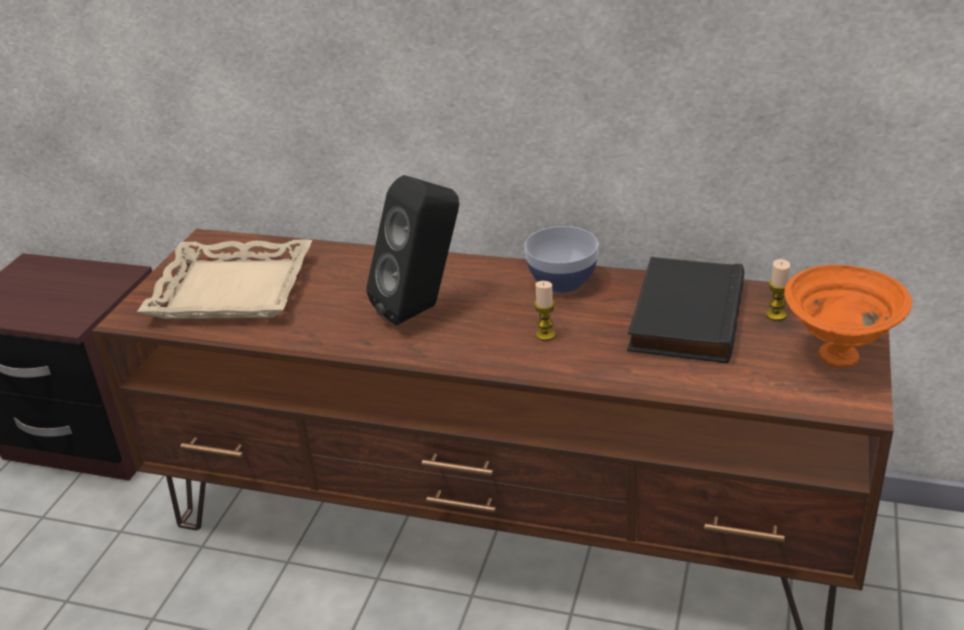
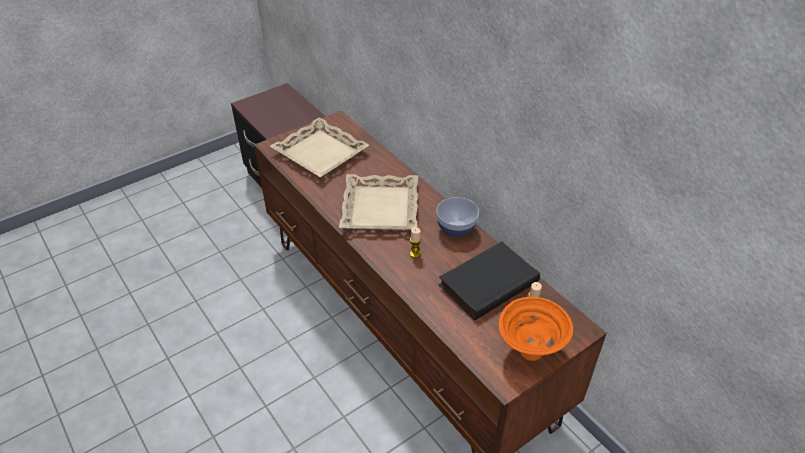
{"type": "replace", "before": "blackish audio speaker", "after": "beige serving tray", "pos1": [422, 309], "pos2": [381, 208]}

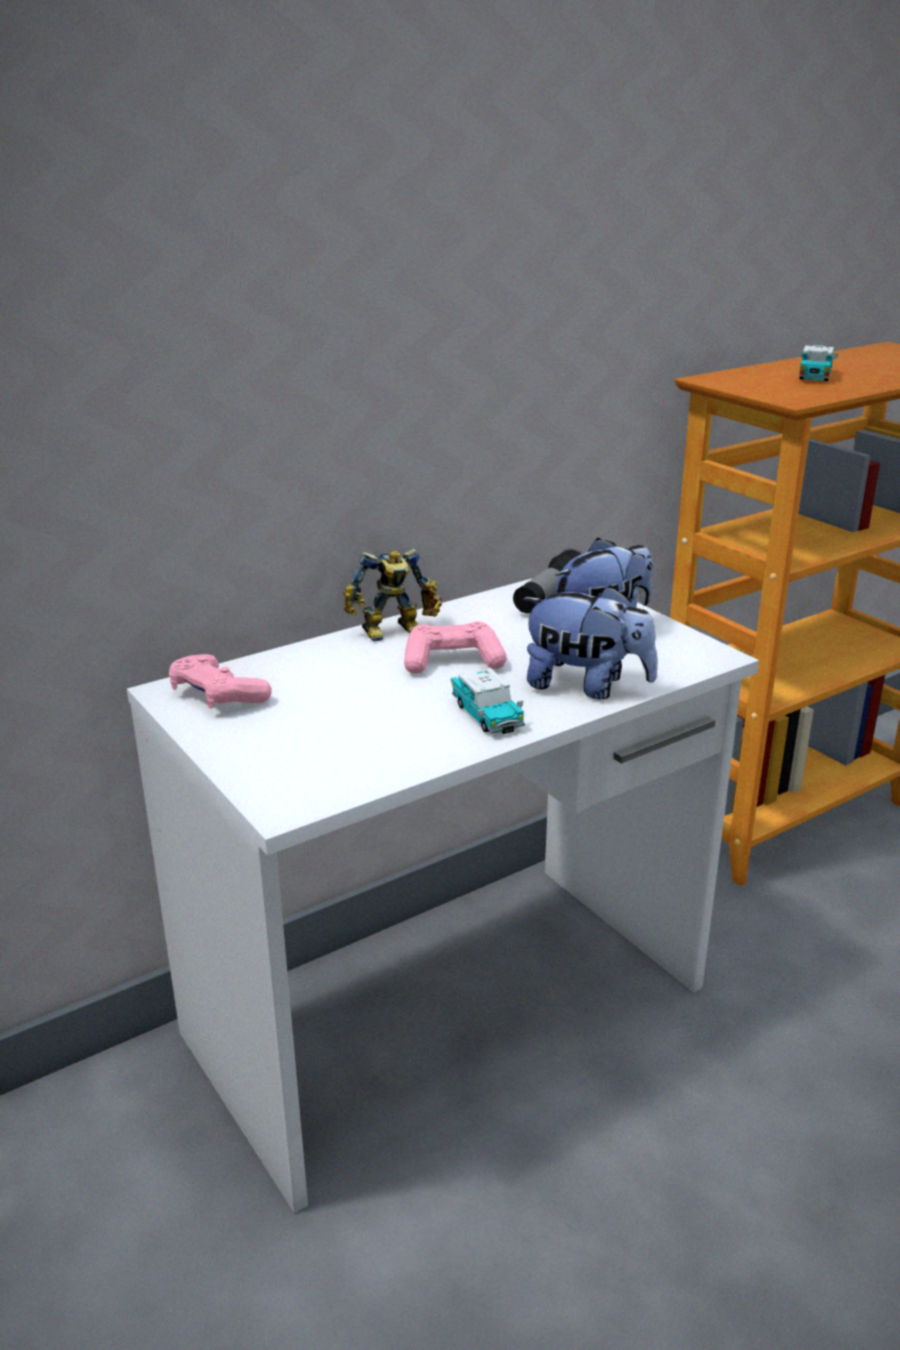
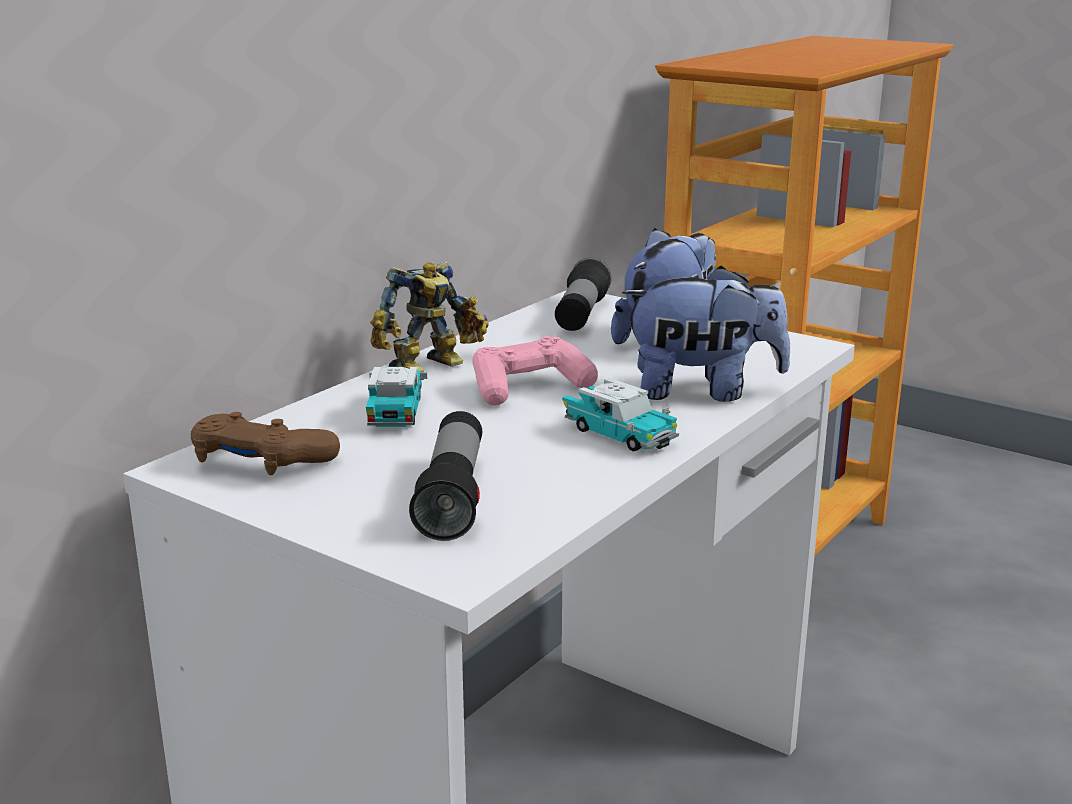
{"type": "insert", "after": "flashlight", "pos2": [453, 496]}
{"type": "move", "before": "toy car", "pos1": [815, 376], "pos2": [396, 412]}
{"type": "recolor", "before": "pink-coloured game controller", "after": "brown-coloured game controller", "pos1": [217, 695], "pos2": [261, 462]}

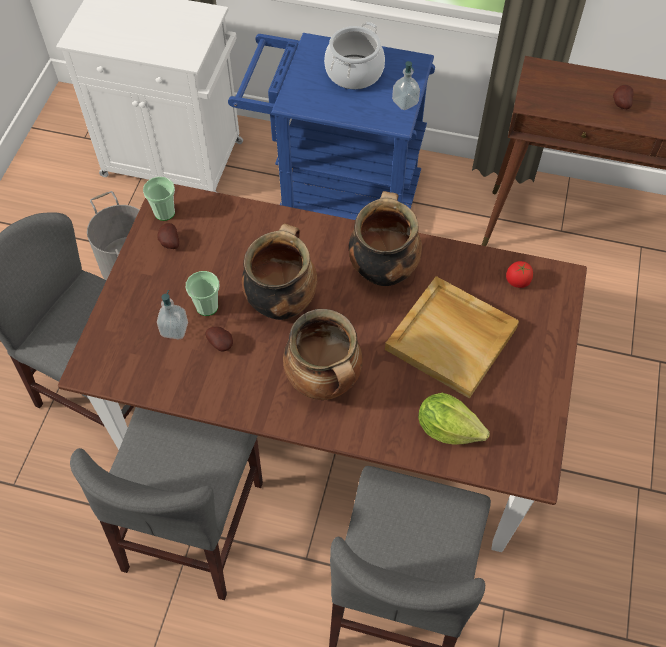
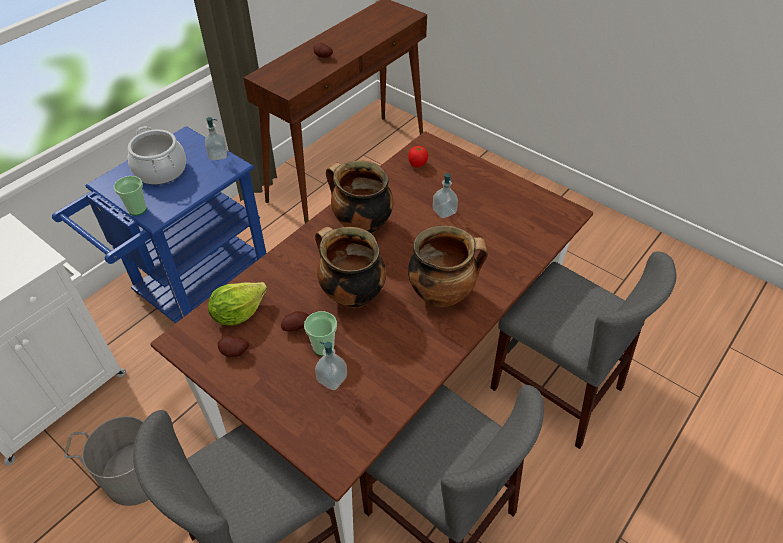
{"type": "move", "before": "drinking cup", "pos1": [164, 212], "pos2": [137, 209]}
{"type": "move", "before": "whole potato", "pos1": [221, 343], "pos2": [296, 326]}
{"type": "move", "before": "head of lettuce", "pos1": [447, 428], "pos2": [238, 313]}
{"type": "replace", "before": "beige serving tray", "after": "soap bottle", "pos1": [452, 338], "pos2": [444, 211]}

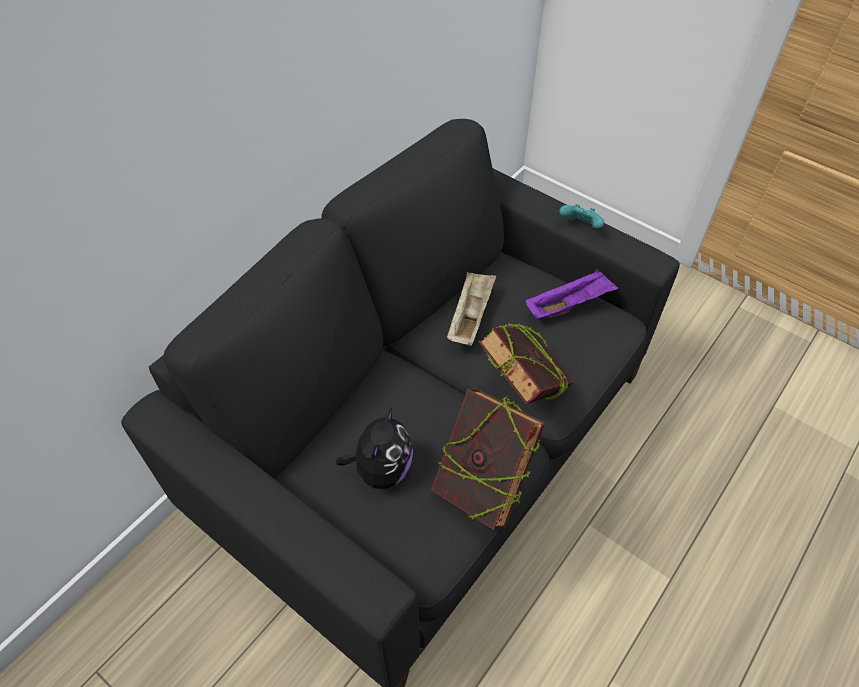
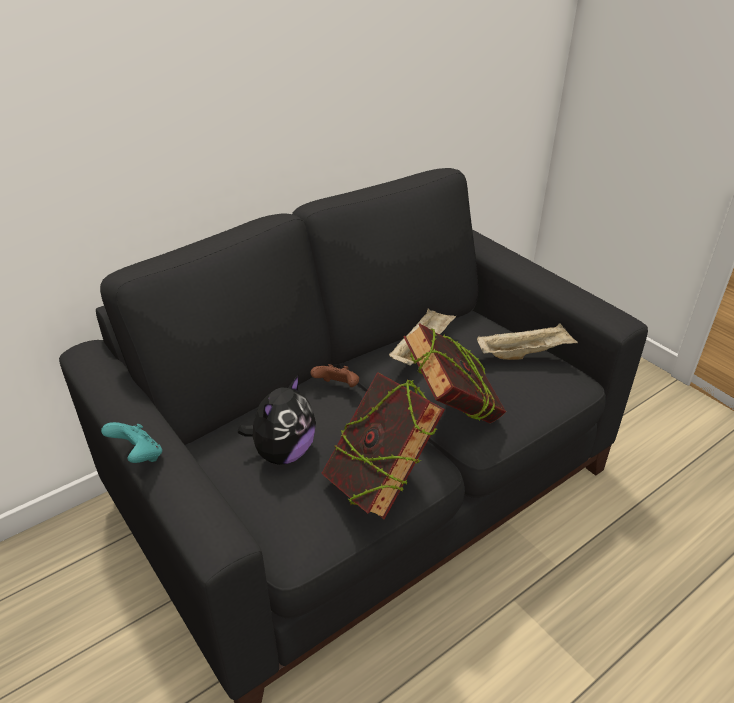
{"type": "insert", "after": "brown-coloured game controller", "pos2": [337, 387]}
{"type": "move", "before": "turquoise game controller", "pos1": [581, 227], "pos2": [138, 456]}
{"type": "recolor", "before": "purple-coloured serving tray", "after": "beige serving tray", "pos1": [569, 305], "pos2": [524, 353]}

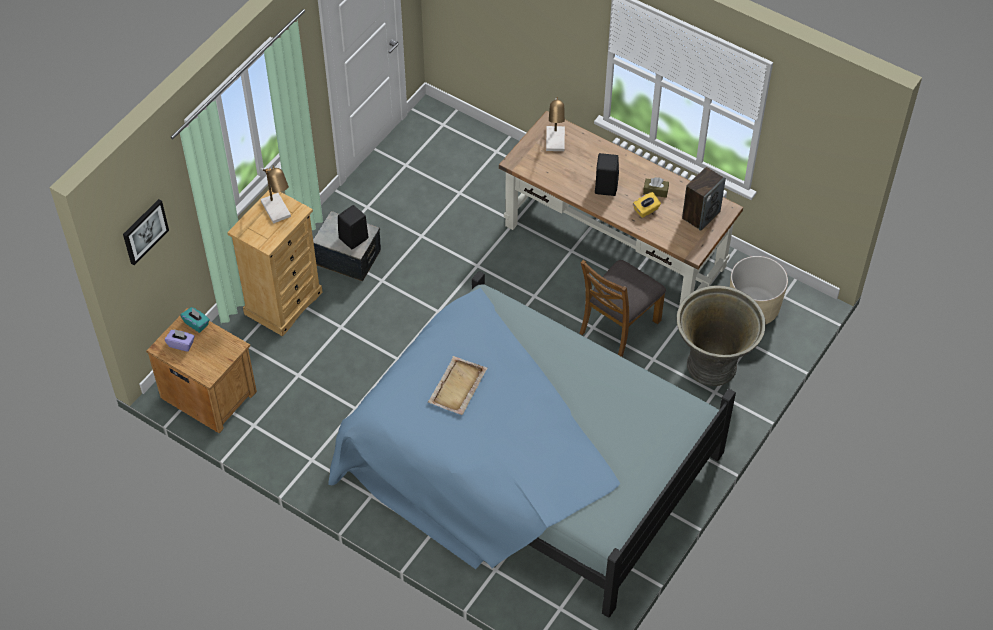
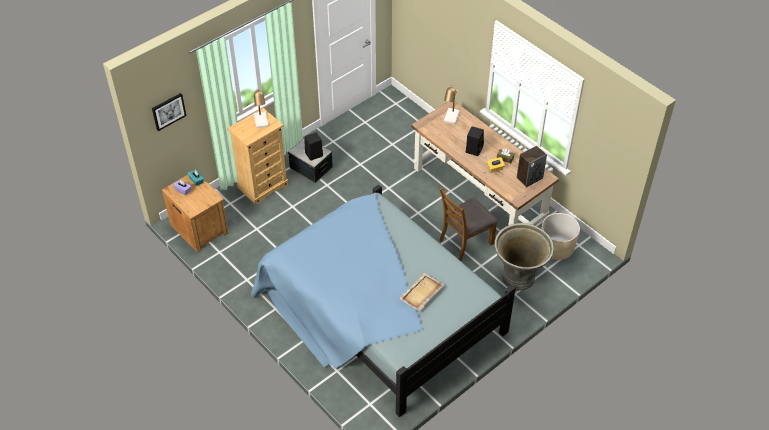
{"type": "move", "before": "beige serving tray", "pos1": [457, 387], "pos2": [421, 293]}

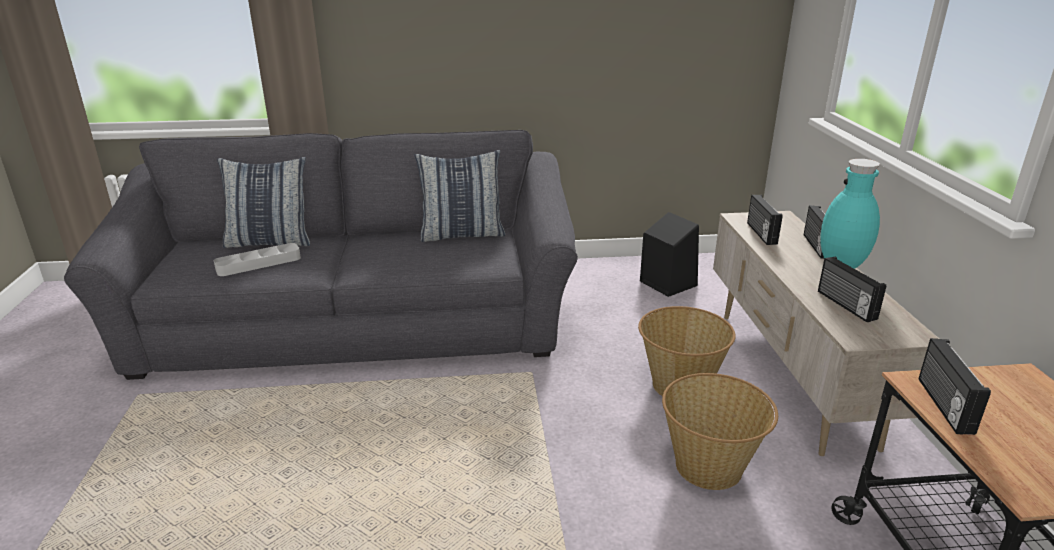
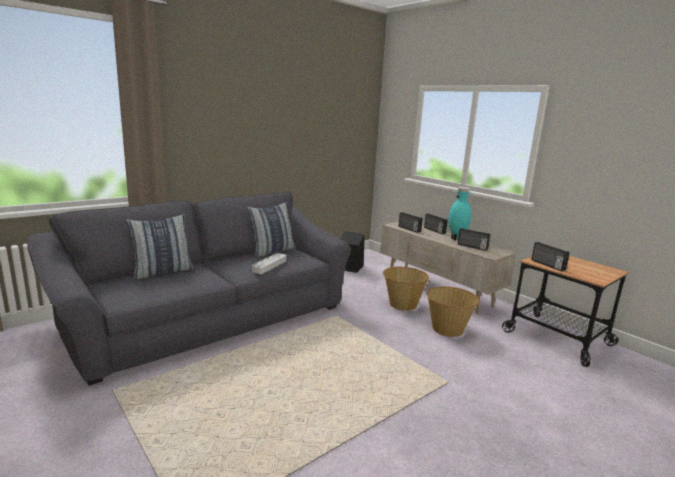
{"type": "move", "before": "greyish serving tray", "pos1": [259, 263], "pos2": [269, 266]}

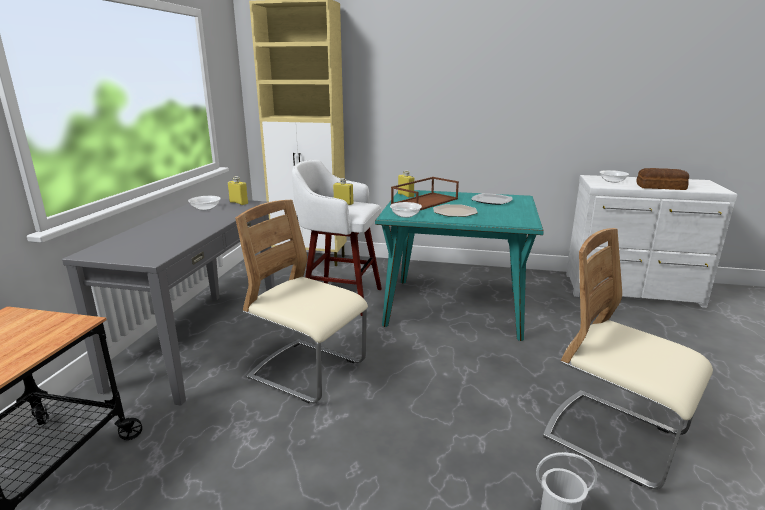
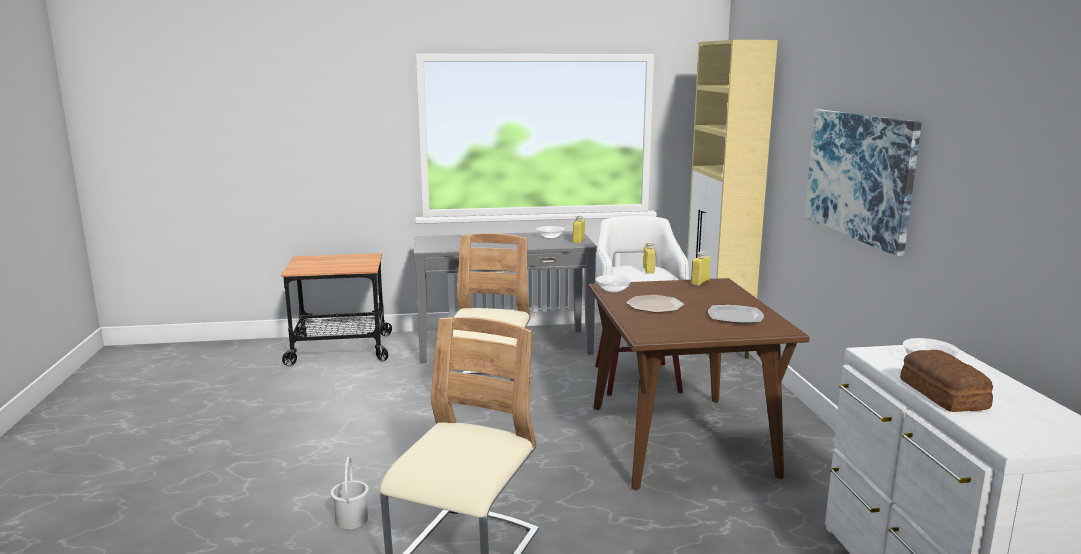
{"type": "delete", "before": "brown-coloured serving tray", "pos1": [425, 201]}
{"type": "insert", "after": "wall art", "pos2": [859, 176]}
{"type": "recolor", "before": "turquoise dinner table", "after": "brown-coloured dinner table", "pos1": [454, 307], "pos2": [679, 439]}

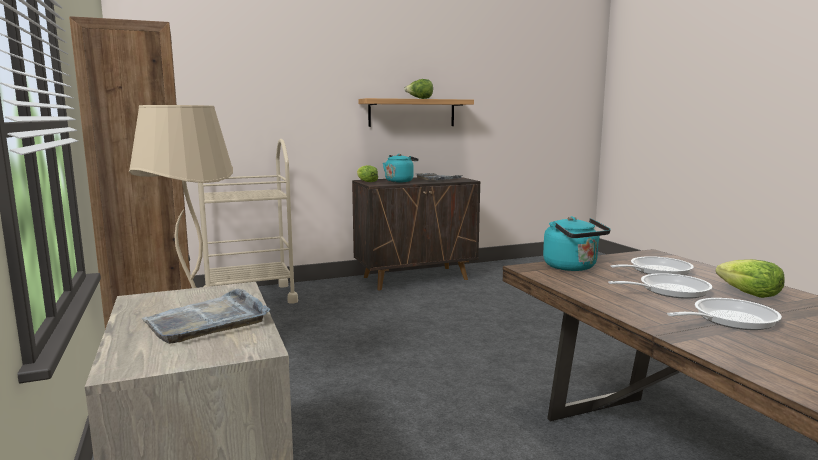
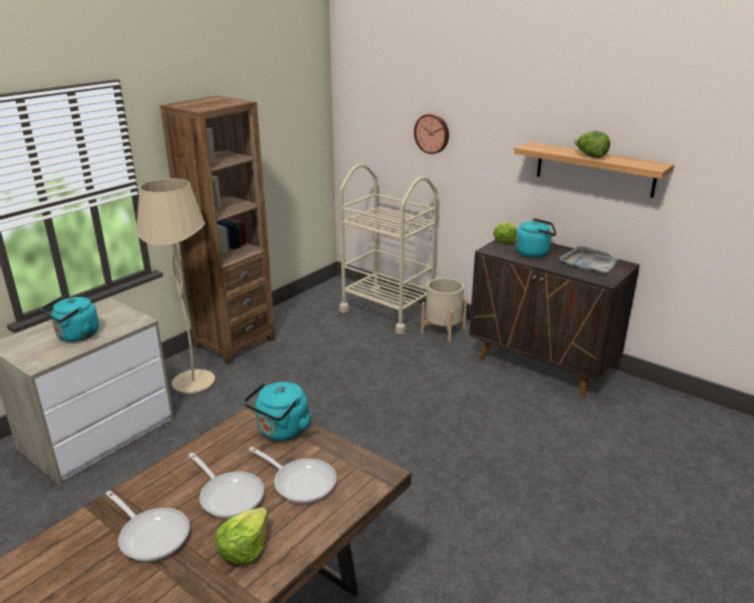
{"type": "insert", "after": "clock on the wall", "pos2": [432, 133]}
{"type": "insert", "after": "beige flower pot", "pos2": [443, 330]}
{"type": "replace", "before": "greyish serving tray", "after": "turquoise kettle", "pos1": [208, 320], "pos2": [76, 336]}

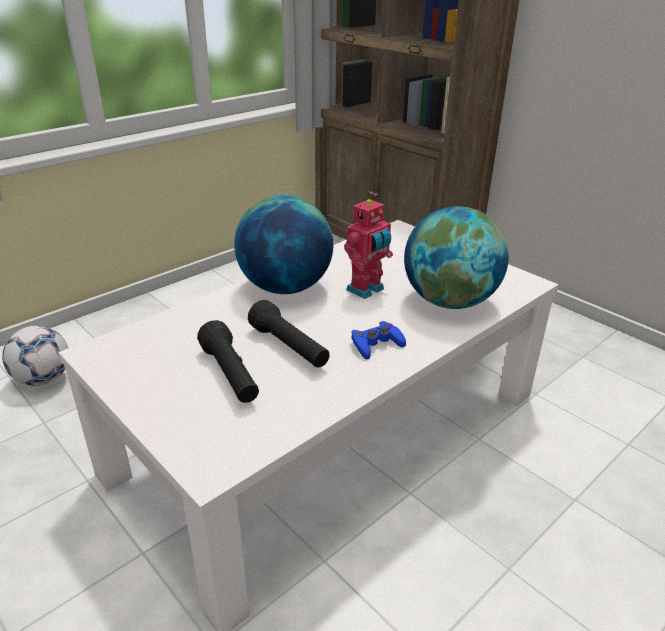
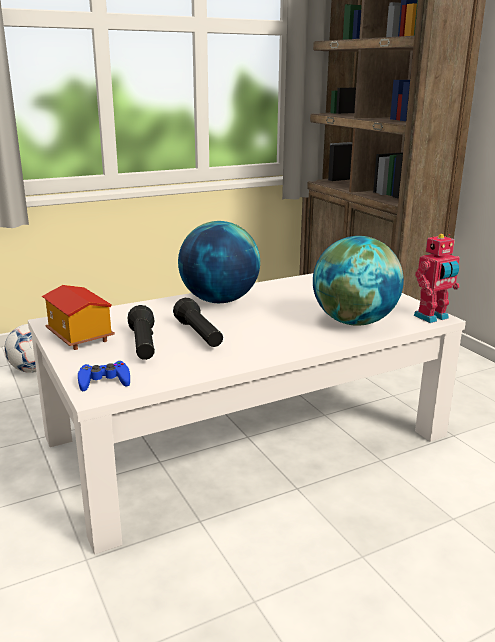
{"type": "insert", "after": "model house", "pos2": [78, 337]}
{"type": "move", "before": "toy robot", "pos1": [367, 290], "pos2": [432, 317]}
{"type": "move", "before": "bluish game controller", "pos1": [376, 344], "pos2": [104, 381]}

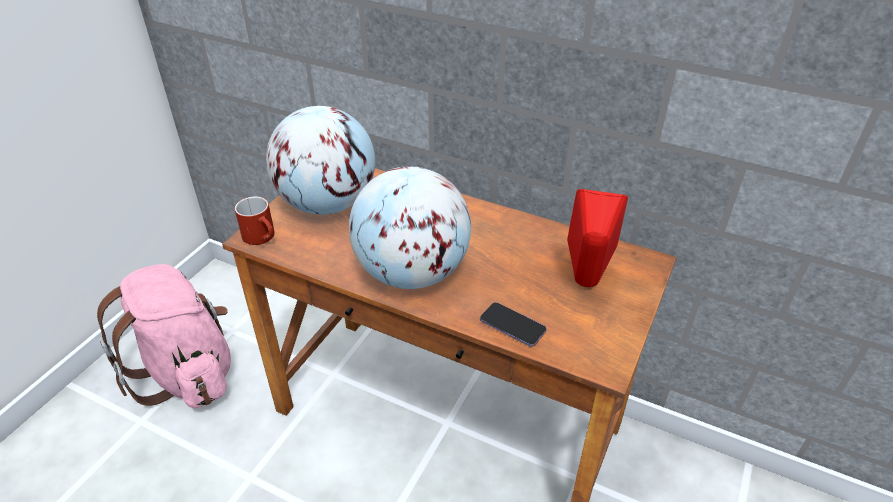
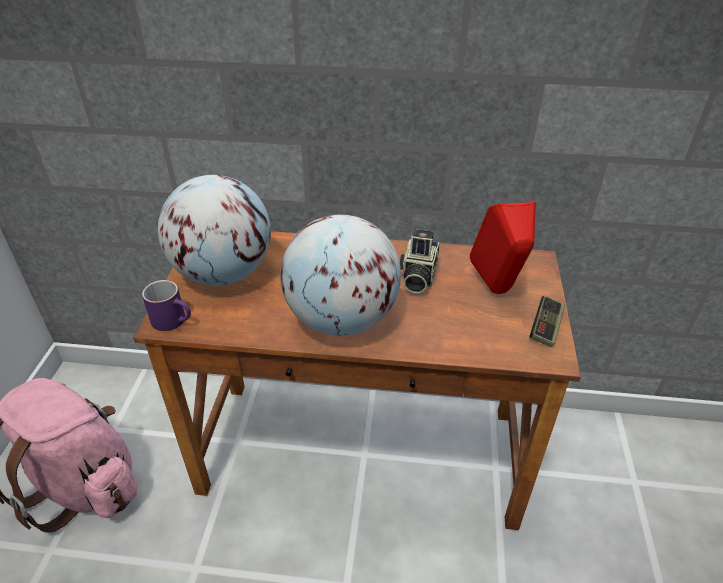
{"type": "delete", "before": "phone", "pos1": [512, 325]}
{"type": "insert", "after": "photo camera", "pos2": [417, 277]}
{"type": "insert", "after": "game controller", "pos2": [545, 328]}
{"type": "recolor", "before": "red mug", "after": "purple-coloured mug", "pos1": [263, 237], "pos2": [174, 321]}

